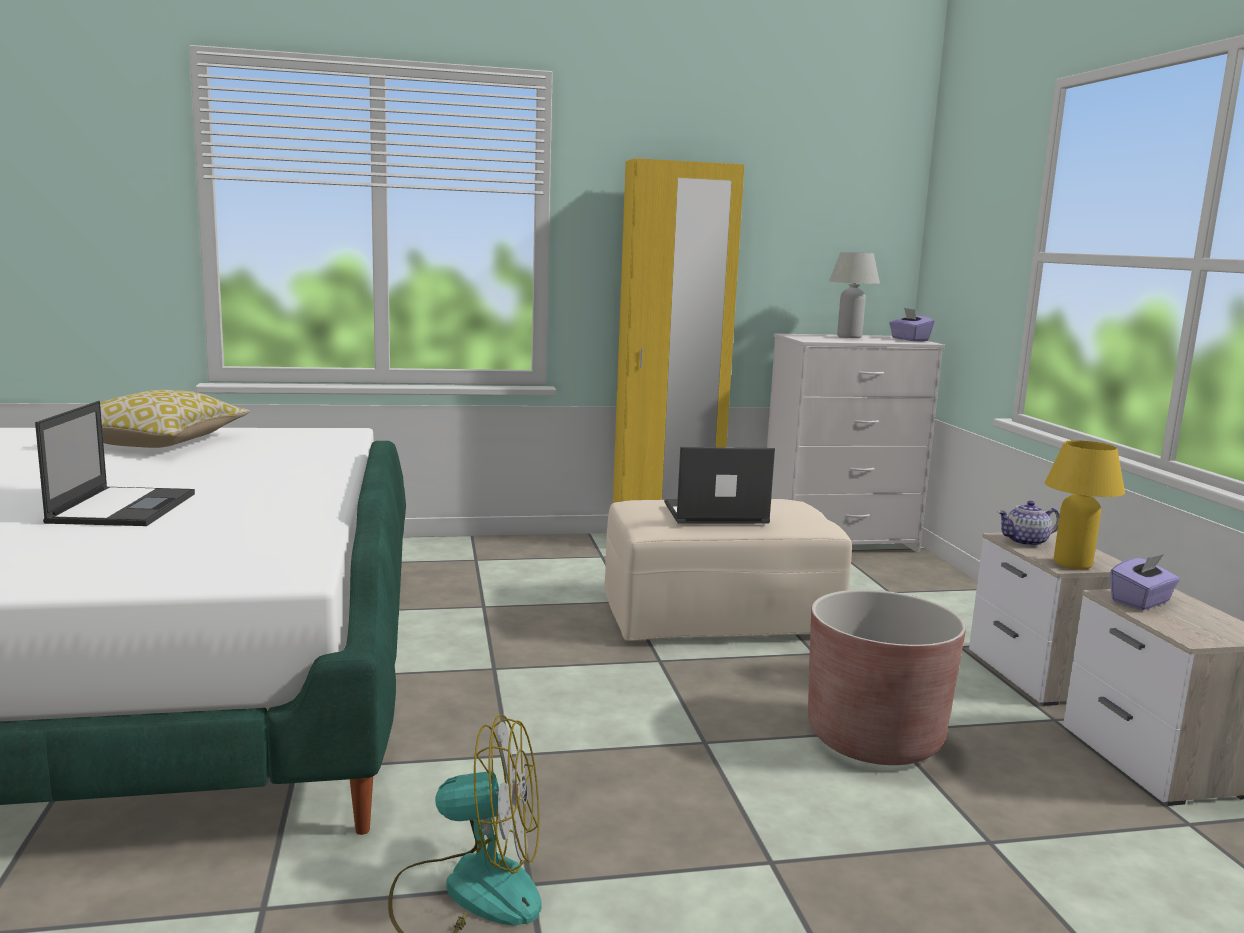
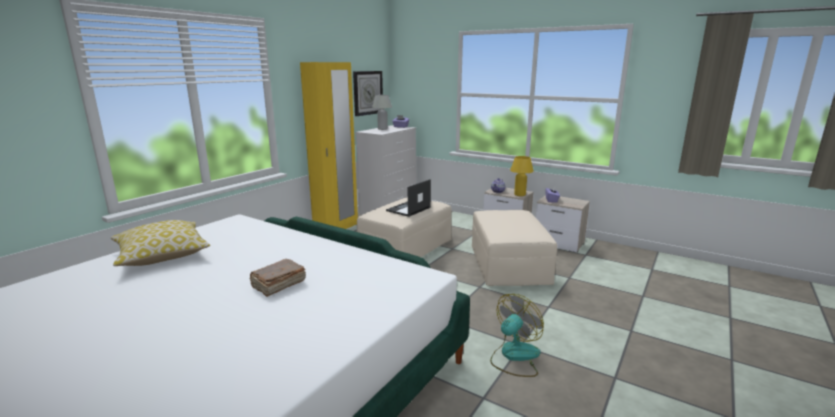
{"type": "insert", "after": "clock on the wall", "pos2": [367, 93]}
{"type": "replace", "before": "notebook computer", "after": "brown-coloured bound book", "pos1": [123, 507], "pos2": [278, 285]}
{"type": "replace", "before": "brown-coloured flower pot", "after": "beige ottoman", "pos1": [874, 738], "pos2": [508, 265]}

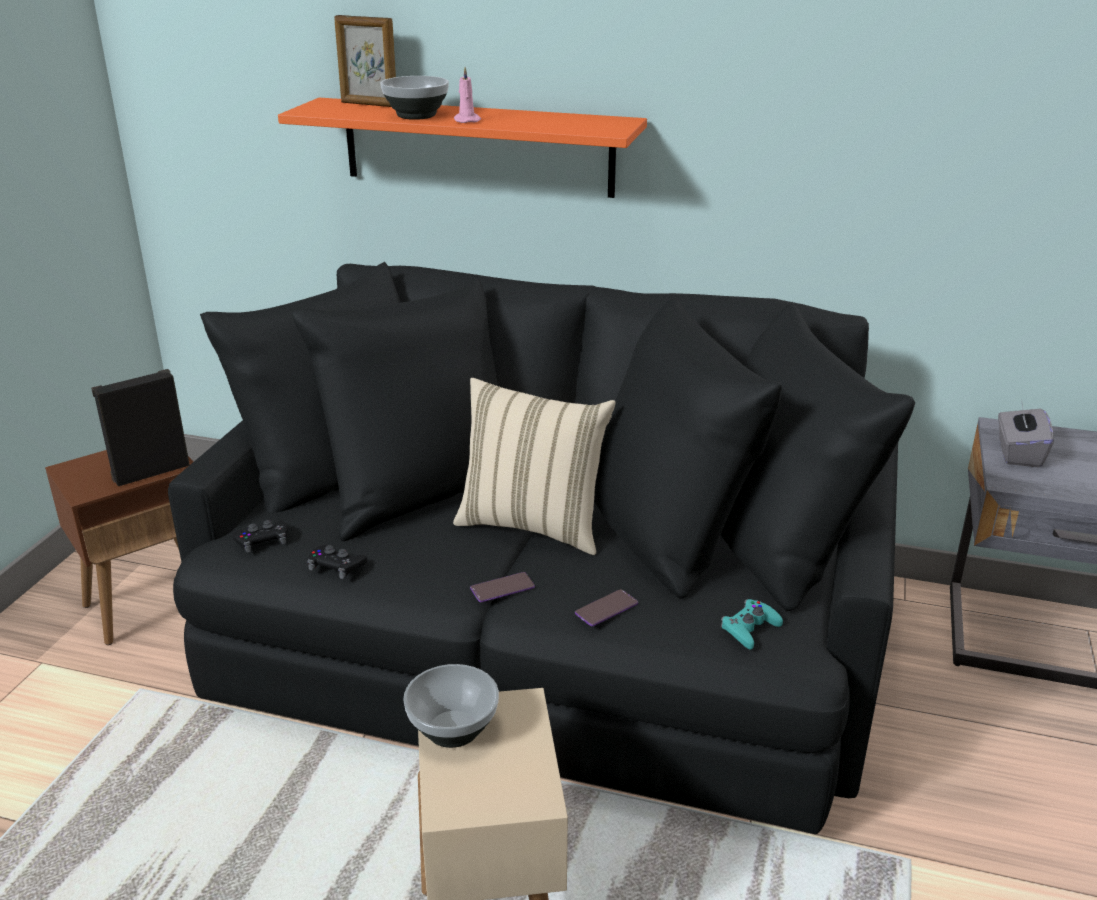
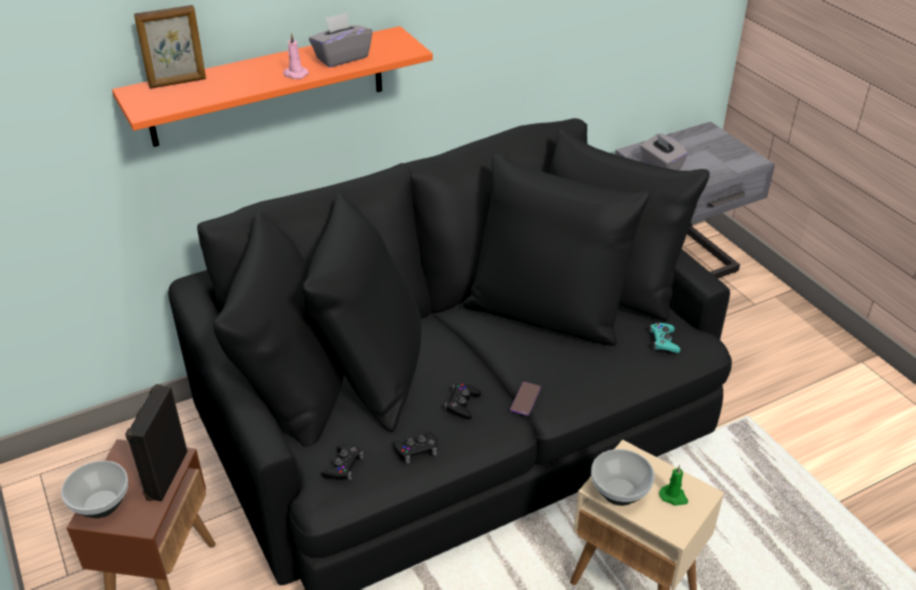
{"type": "delete", "before": "beige pillow", "pos1": [533, 525]}
{"type": "delete", "before": "phone", "pos1": [606, 609]}
{"type": "insert", "after": "greyish box of tissues", "pos2": [342, 58]}
{"type": "insert", "after": "blackish game controller", "pos2": [462, 404]}
{"type": "insert", "after": "greenish wax light", "pos2": [674, 497]}
{"type": "move", "before": "serving bowl", "pos1": [416, 115], "pos2": [100, 504]}

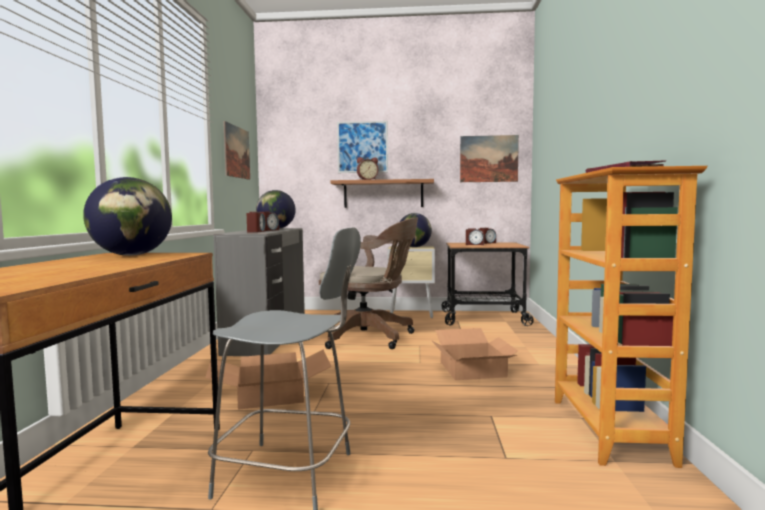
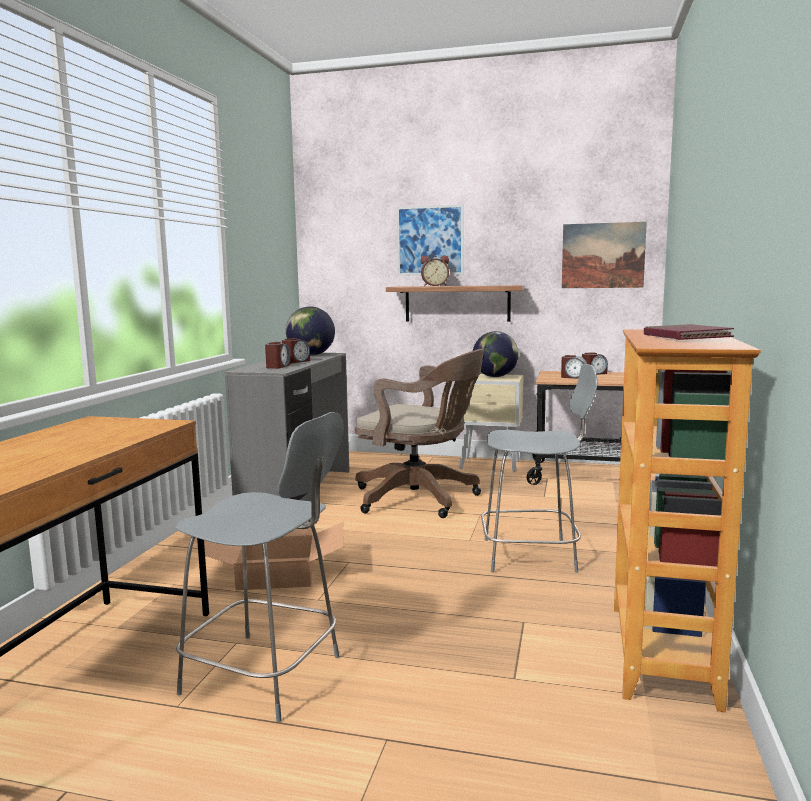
{"type": "delete", "before": "world globe", "pos1": [131, 255]}
{"type": "delete", "before": "wall art", "pos1": [237, 152]}
{"type": "replace", "before": "packing box", "after": "greyish upright chair", "pos1": [473, 369], "pos2": [533, 555]}

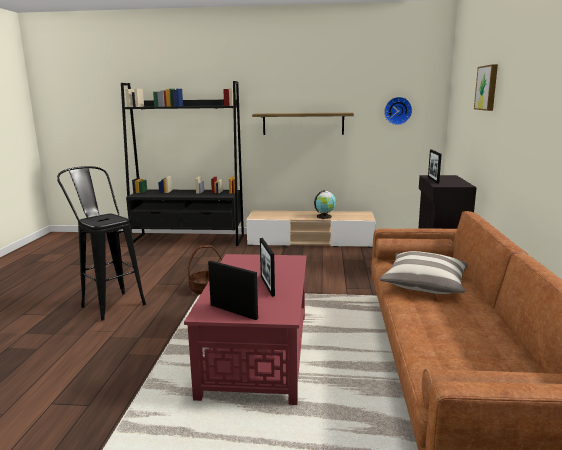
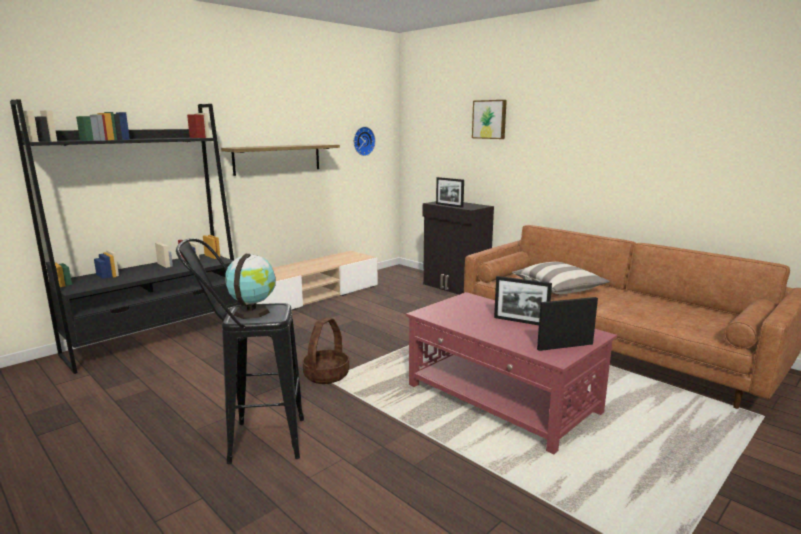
{"type": "move", "before": "world globe", "pos1": [324, 216], "pos2": [252, 311]}

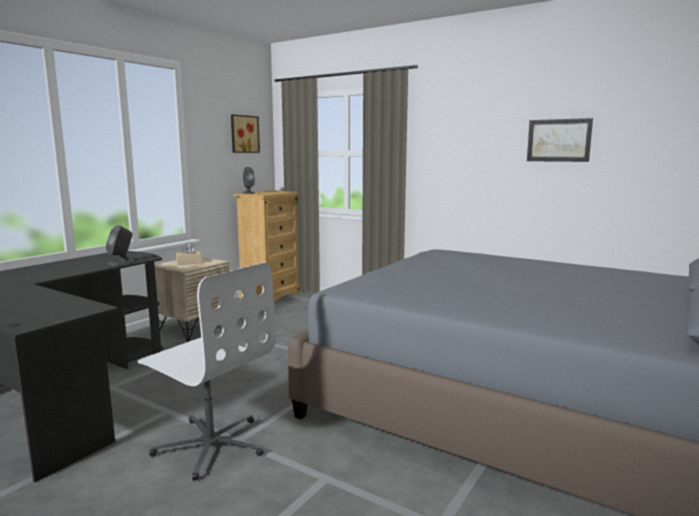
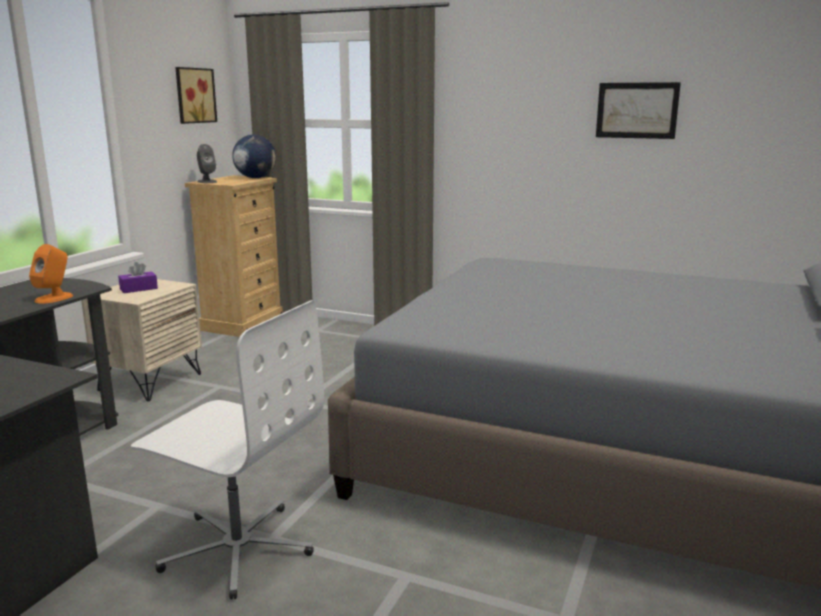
{"type": "insert", "after": "world globe", "pos2": [255, 178]}
{"type": "recolor", "before": "greyish audio speaker", "after": "orangey audio speaker", "pos1": [121, 262], "pos2": [54, 298]}
{"type": "recolor", "before": "beige box of tissues", "after": "purple-coloured box of tissues", "pos1": [189, 262], "pos2": [138, 289]}

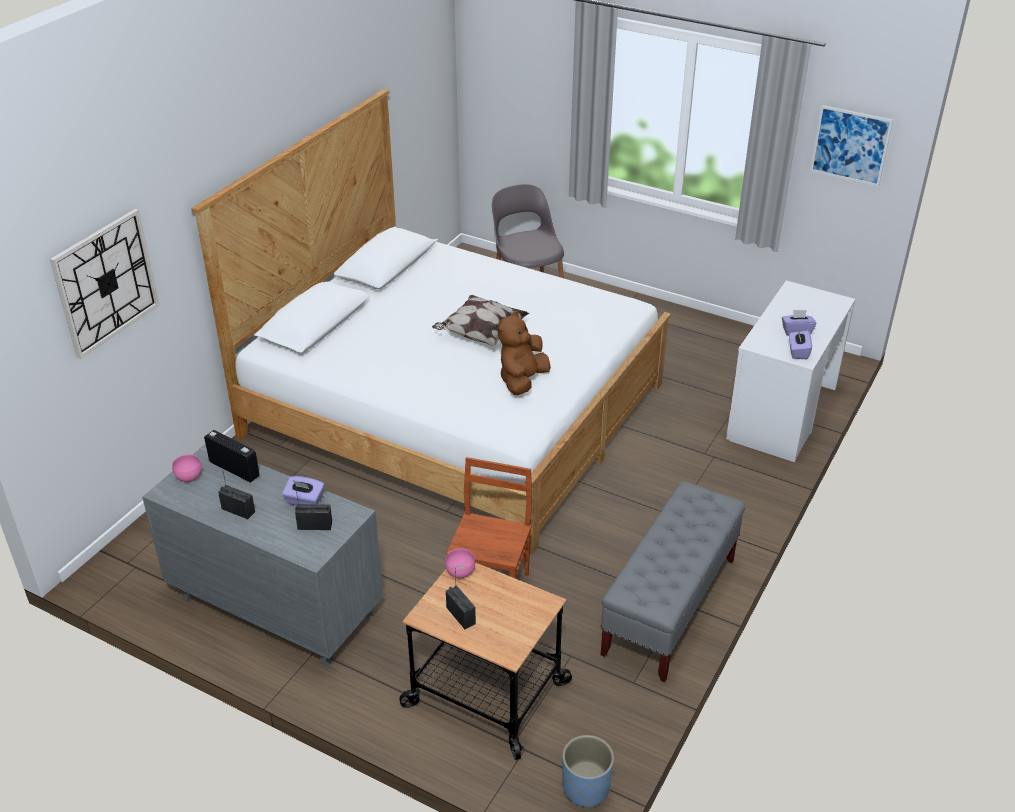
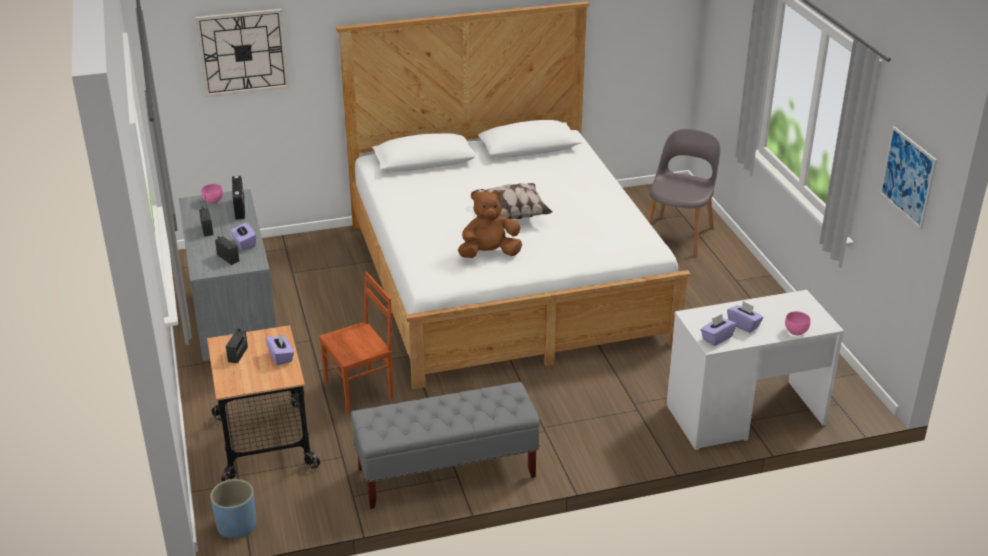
{"type": "insert", "after": "purple-coloured box of tissues", "pos2": [281, 357]}
{"type": "move", "before": "pink-coloured serving bowl", "pos1": [459, 573], "pos2": [795, 331]}

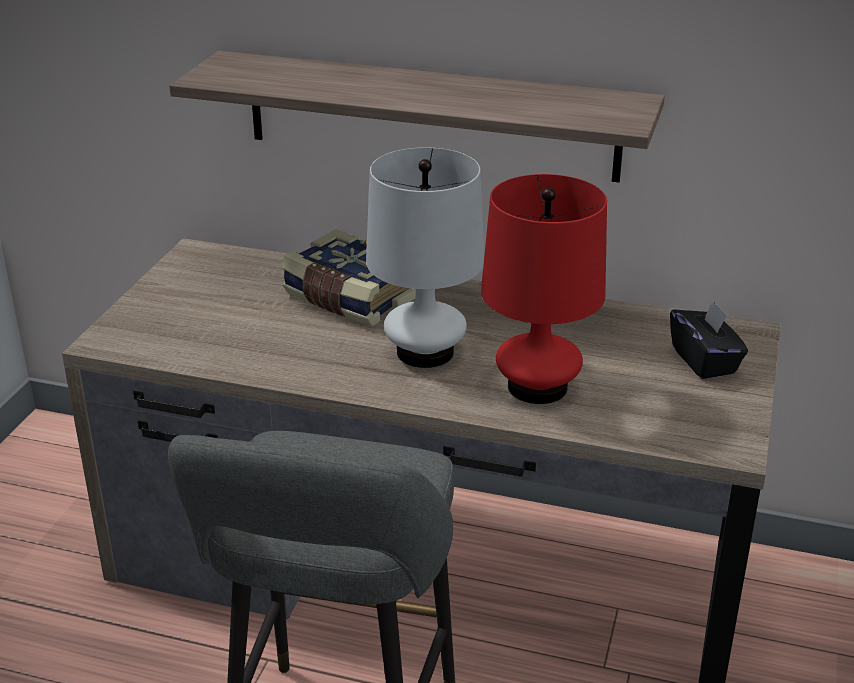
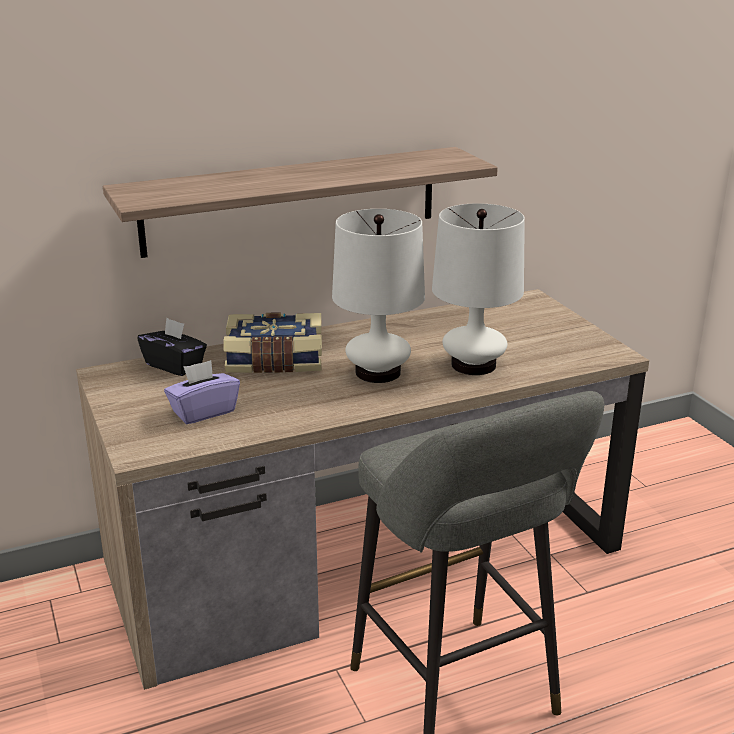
{"type": "insert", "after": "purple-coloured box of tissues", "pos2": [203, 412]}
{"type": "move", "before": "blackish box of tissues", "pos1": [704, 361], "pos2": [174, 365]}
{"type": "recolor", "before": "red lamp for a table", "after": "white-coloured lamp for a table", "pos1": [537, 387], "pos2": [473, 365]}

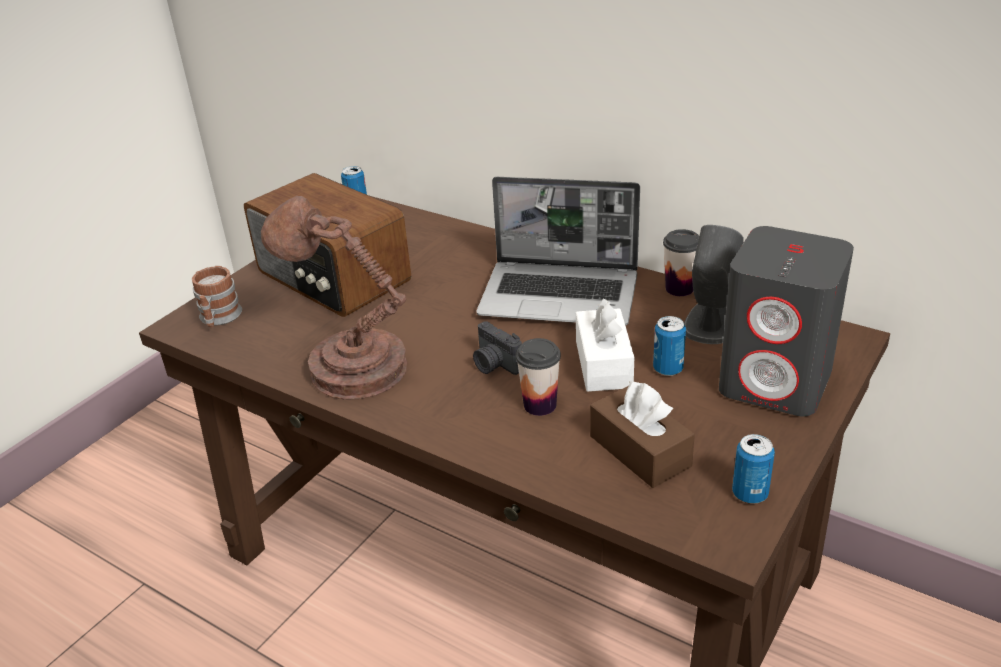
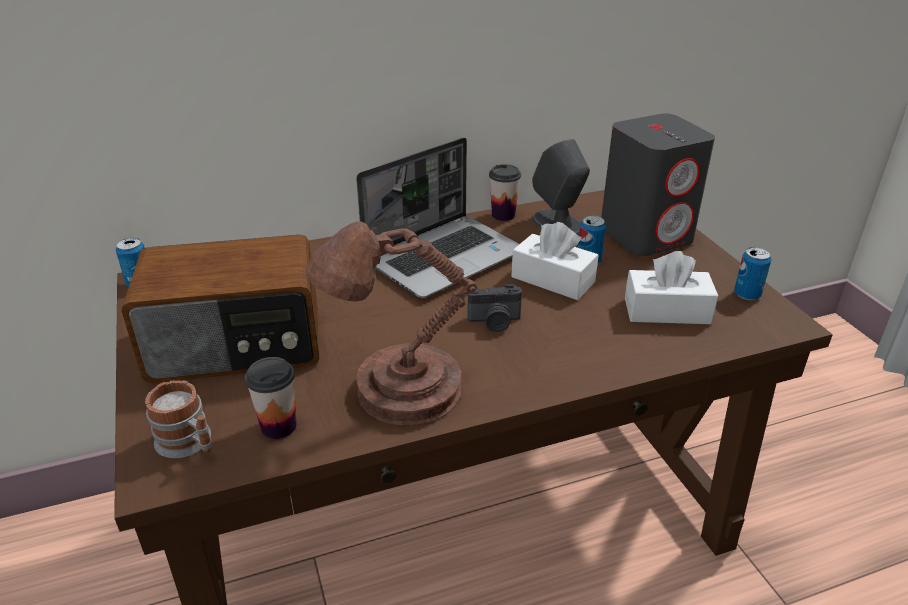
{"type": "move", "before": "drinking cup", "pos1": [540, 405], "pos2": [279, 426]}
{"type": "recolor", "before": "brown-coloured box of tissues", "after": "white-coloured box of tissues", "pos1": [640, 451], "pos2": [666, 311]}

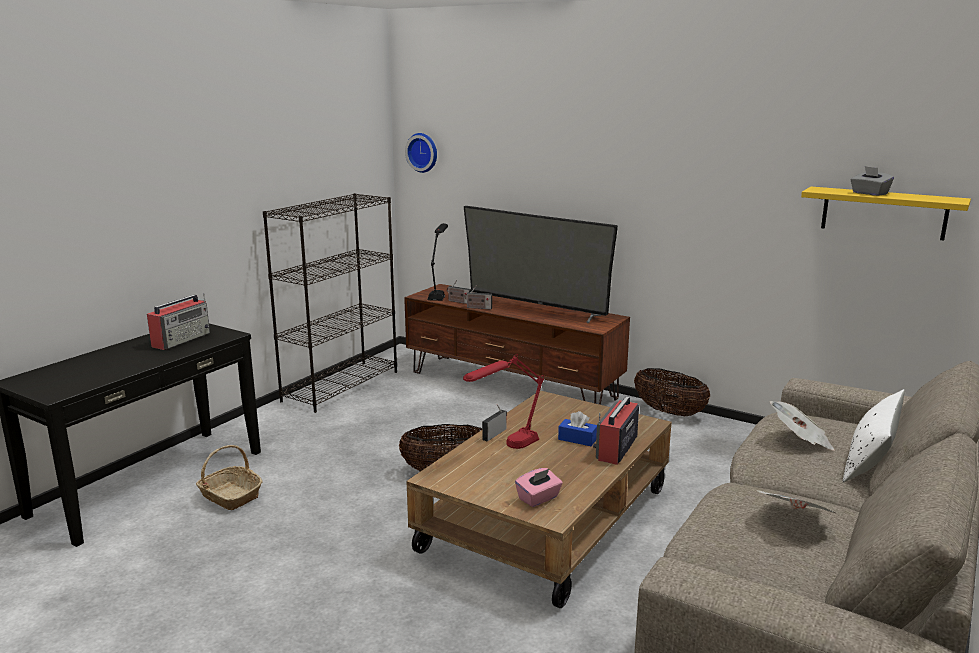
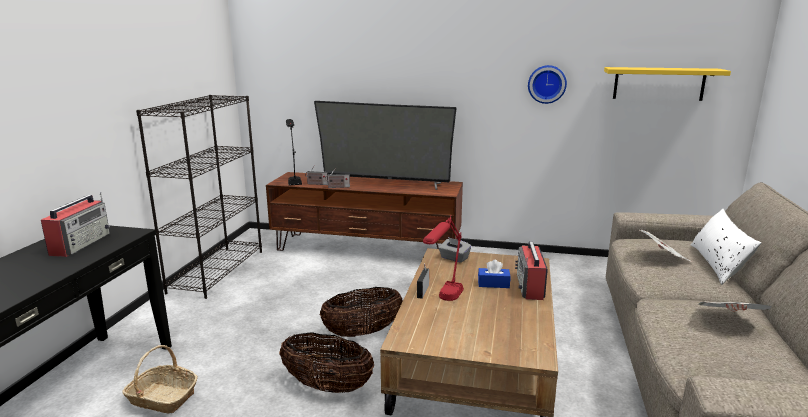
{"type": "delete", "before": "pink-coloured box of tissues", "pos1": [538, 498]}
{"type": "move", "before": "clock on the wall", "pos1": [423, 152], "pos2": [547, 84]}
{"type": "move", "before": "storage basket", "pos1": [669, 412], "pos2": [327, 386]}
{"type": "move", "before": "greyish box of tissues", "pos1": [869, 193], "pos2": [454, 258]}

